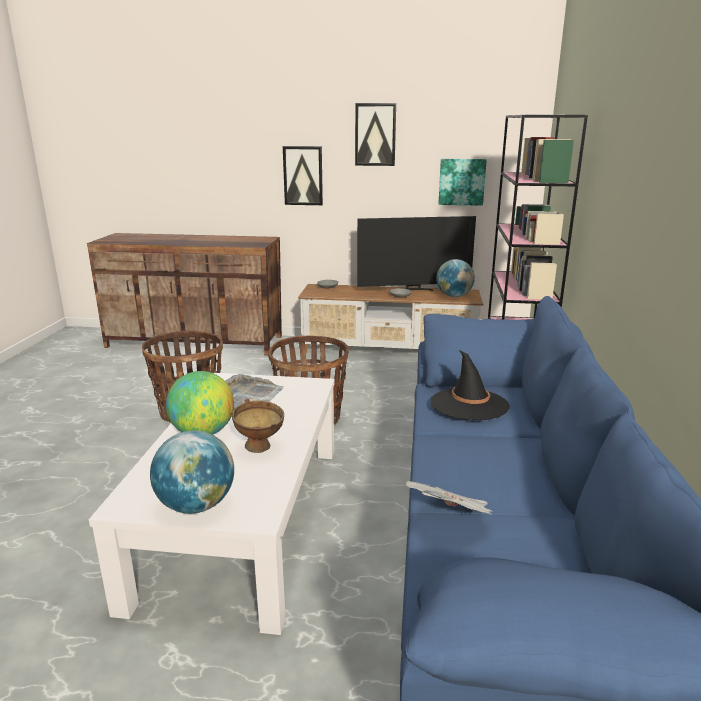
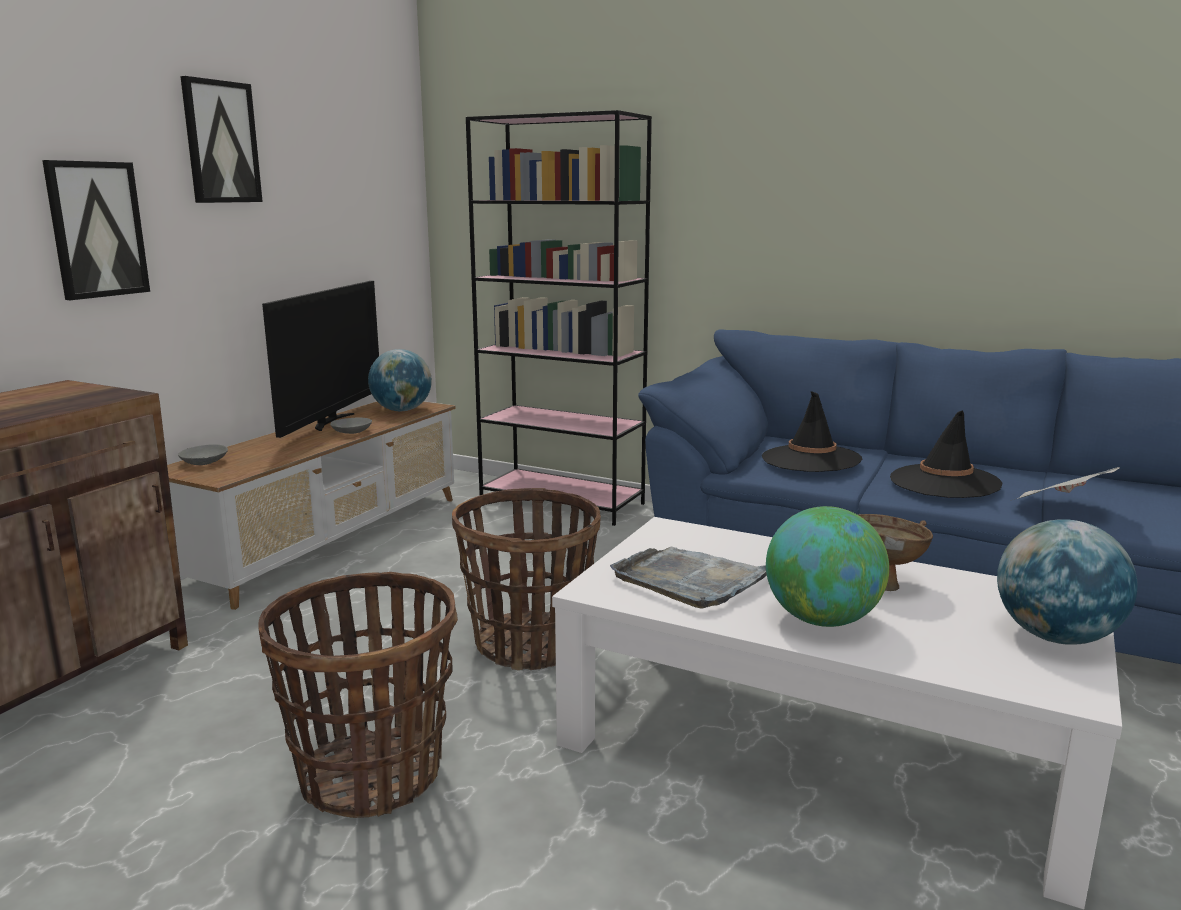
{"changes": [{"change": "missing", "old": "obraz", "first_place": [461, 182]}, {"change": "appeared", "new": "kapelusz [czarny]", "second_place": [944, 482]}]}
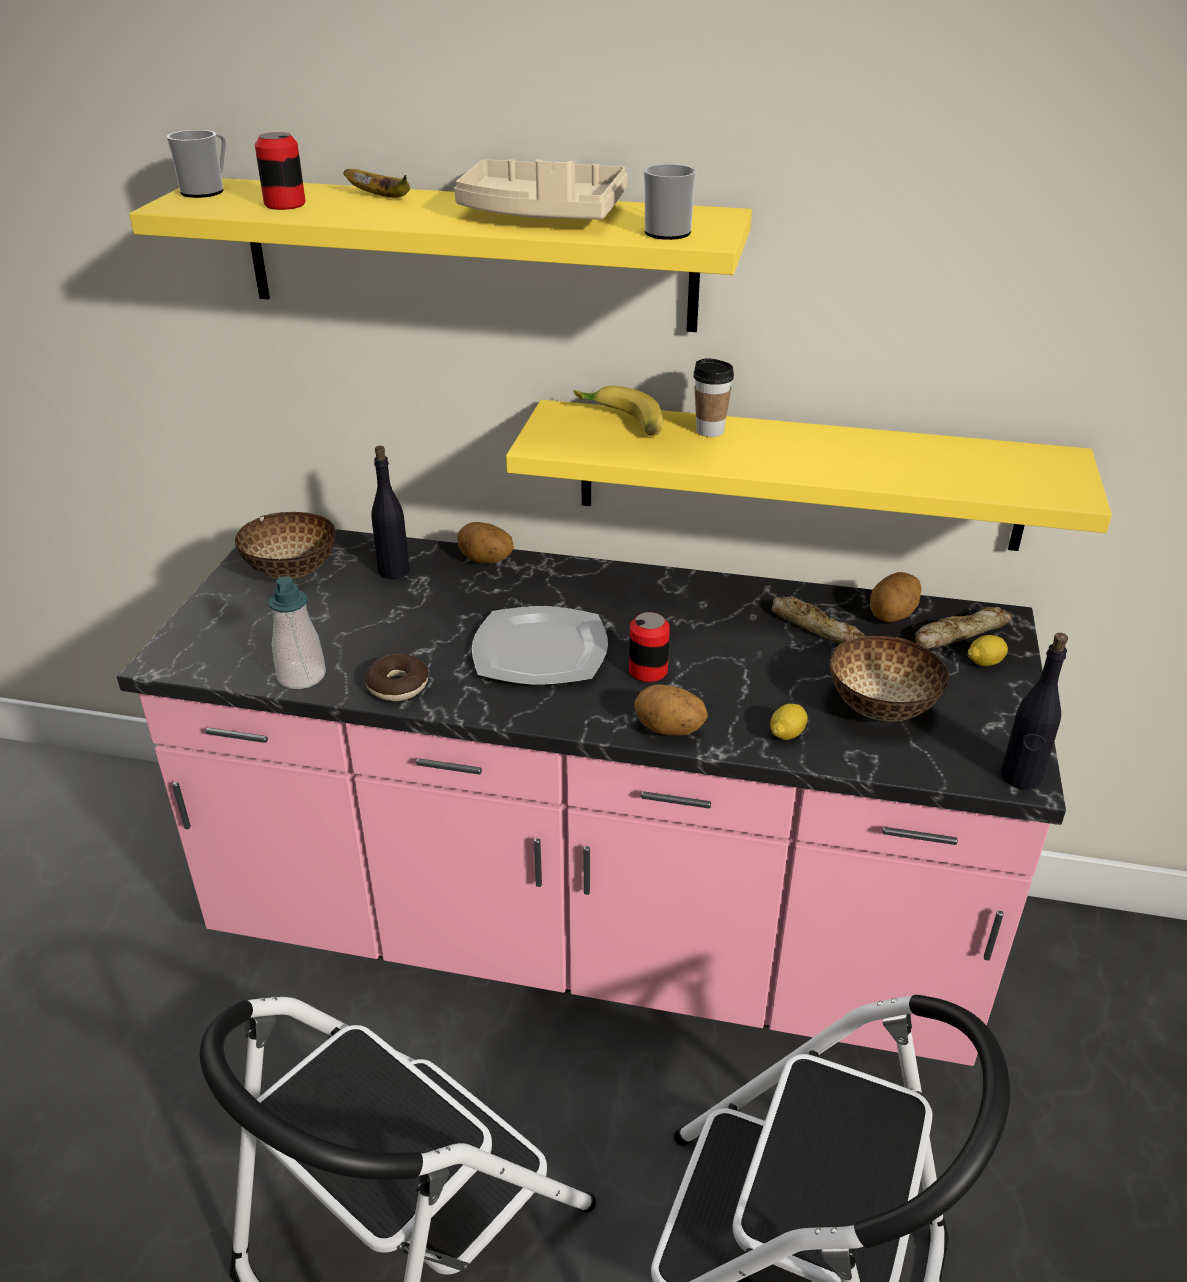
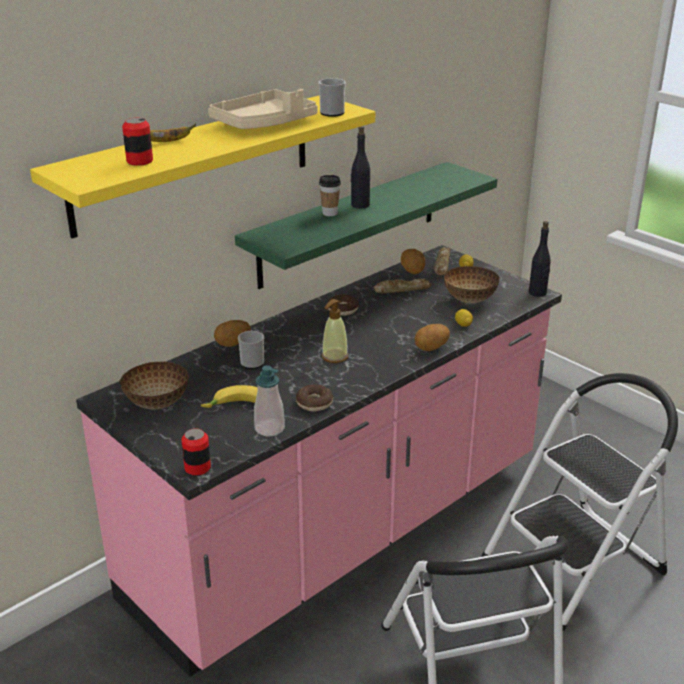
{"changes": [{"change": "appeared", "new": "donut", "second_place": [342, 309]}, {"change": "relocated", "old": "kubek", "first_place": [207, 191], "second_place": [252, 361]}, {"change": "relocated", "old": "butelka [czarny]", "first_place": [393, 570], "second_place": [360, 205]}, {"change": "relocated", "old": "banan", "first_place": [621, 422], "second_place": [239, 408]}, {"change": "relocated", "old": "puszka", "first_place": [648, 671], "second_place": [197, 468]}, {"change": "exchanged", "old": "talerz", "new": "dozownik mydła", "first_place": [541, 651], "second_place": [334, 356]}, {"change": "colour", "old": "półka [żółty]", "new": "półka [zielony]", "first_place": [798, 475], "second_place": [350, 224]}]}
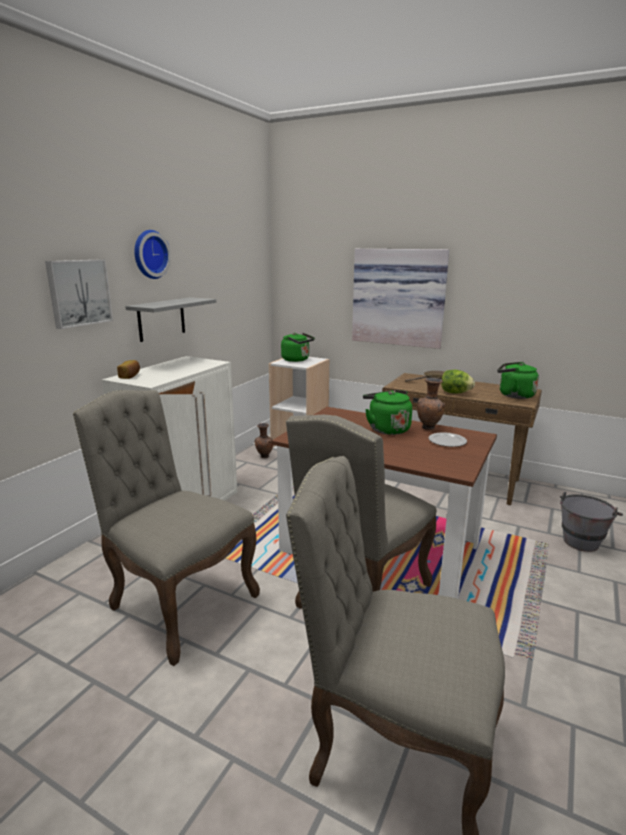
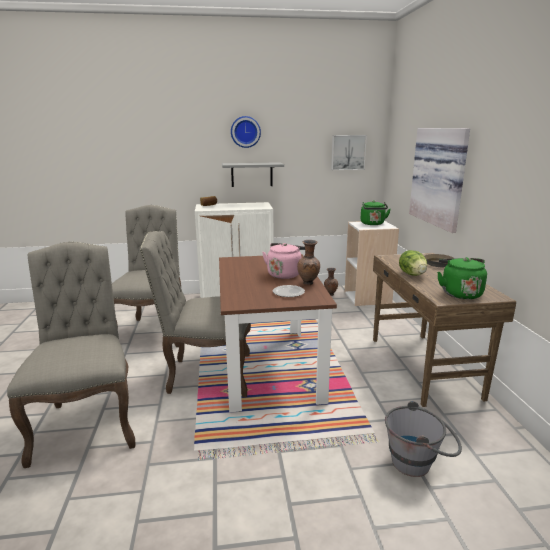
{"changes": [{"change": "relocated", "old": "obraz", "first_place": [78, 292], "second_place": [348, 152]}, {"change": "colour", "old": "czajnik [zielony]", "new": "czajnik [różowy]", "first_place": [387, 429], "second_place": [284, 274]}]}
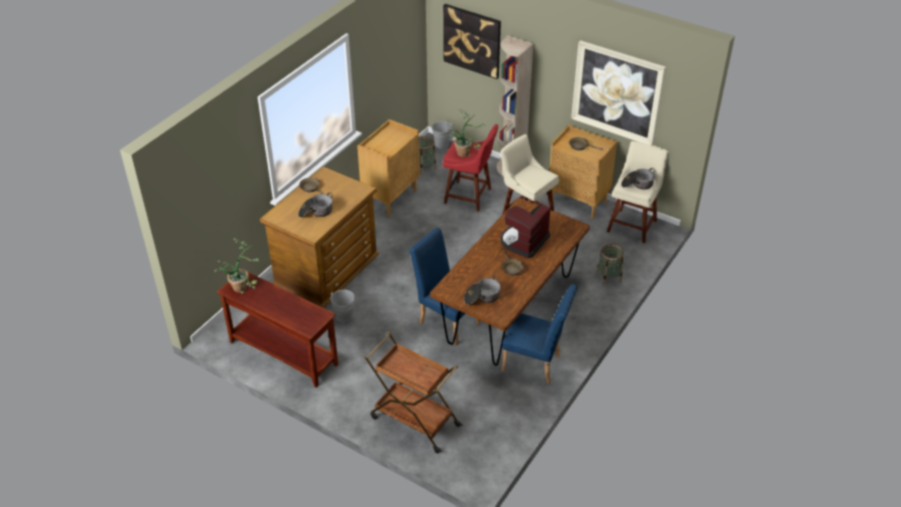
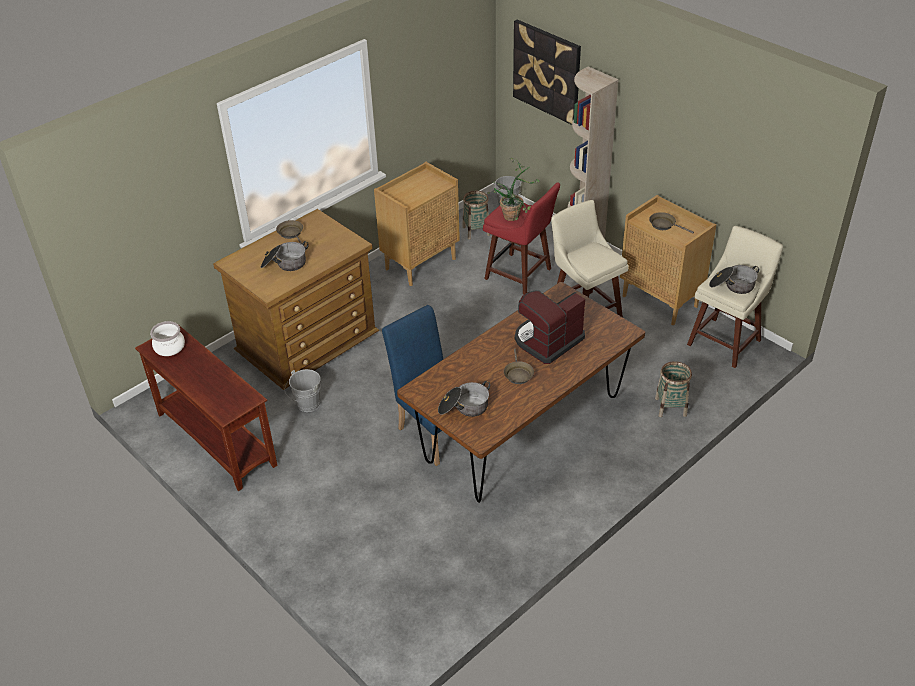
{"changes": [{"change": "missing", "old": "wózek [brązowy]", "first_place": [414, 422]}, {"change": "missing", "old": "krzesło [niebieski]", "first_place": [535, 365]}, {"change": "missing", "old": "obraz", "first_place": [617, 92]}, {"change": "exchanged", "old": "roślina doniczkowa", "new": "garnek", "first_place": [244, 287], "second_place": [170, 347]}]}
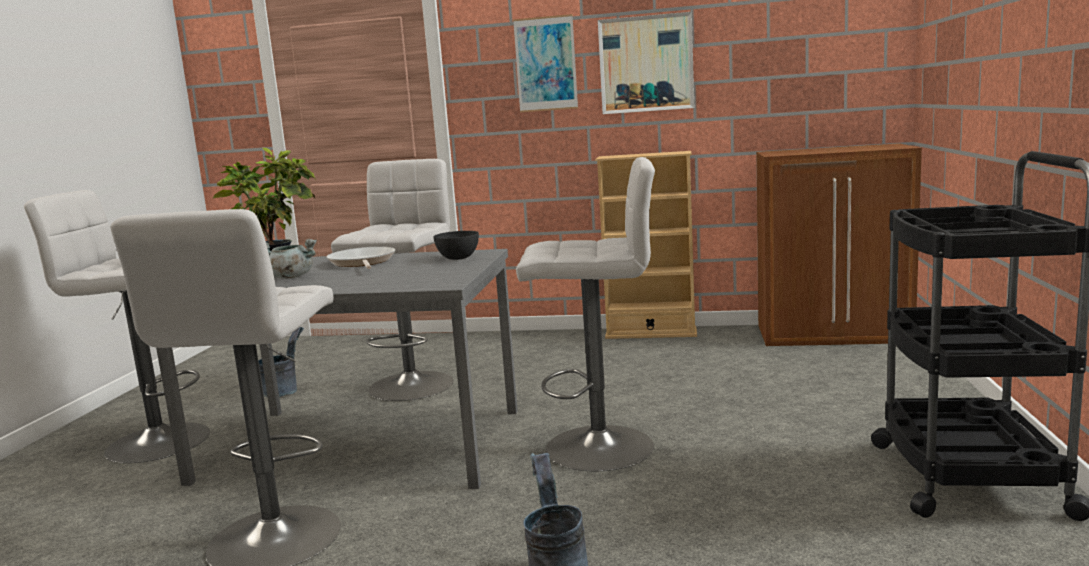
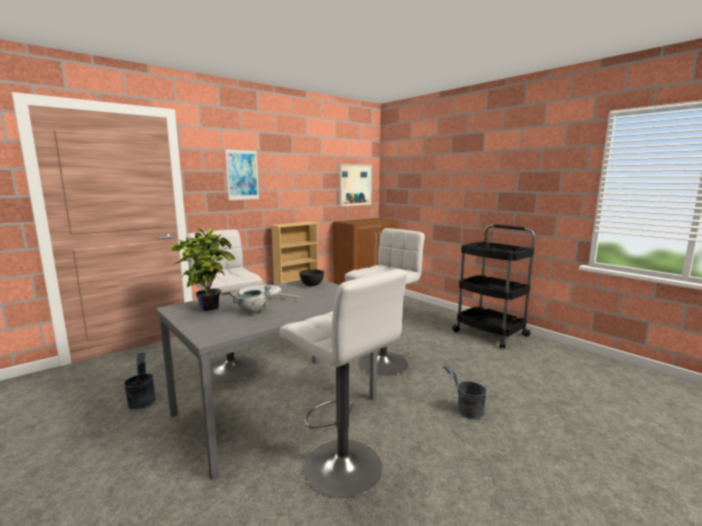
{"changes": [{"change": "missing", "old": "stołek [biały]", "first_place": [158, 442]}, {"change": "relocated", "old": "obraz", "first_place": [646, 64], "second_place": [354, 185]}]}
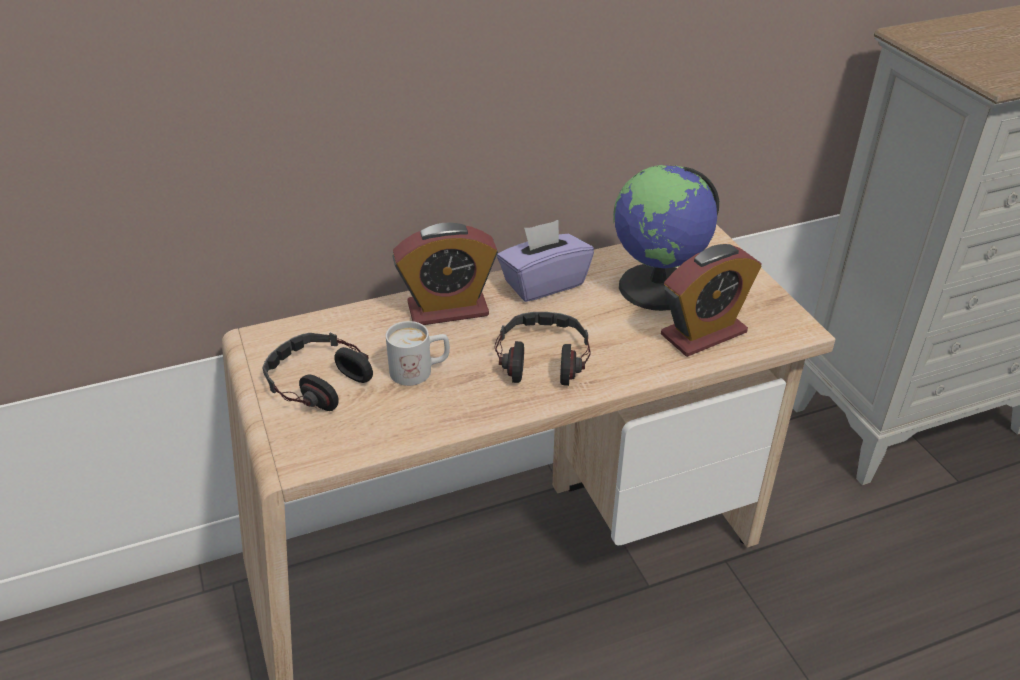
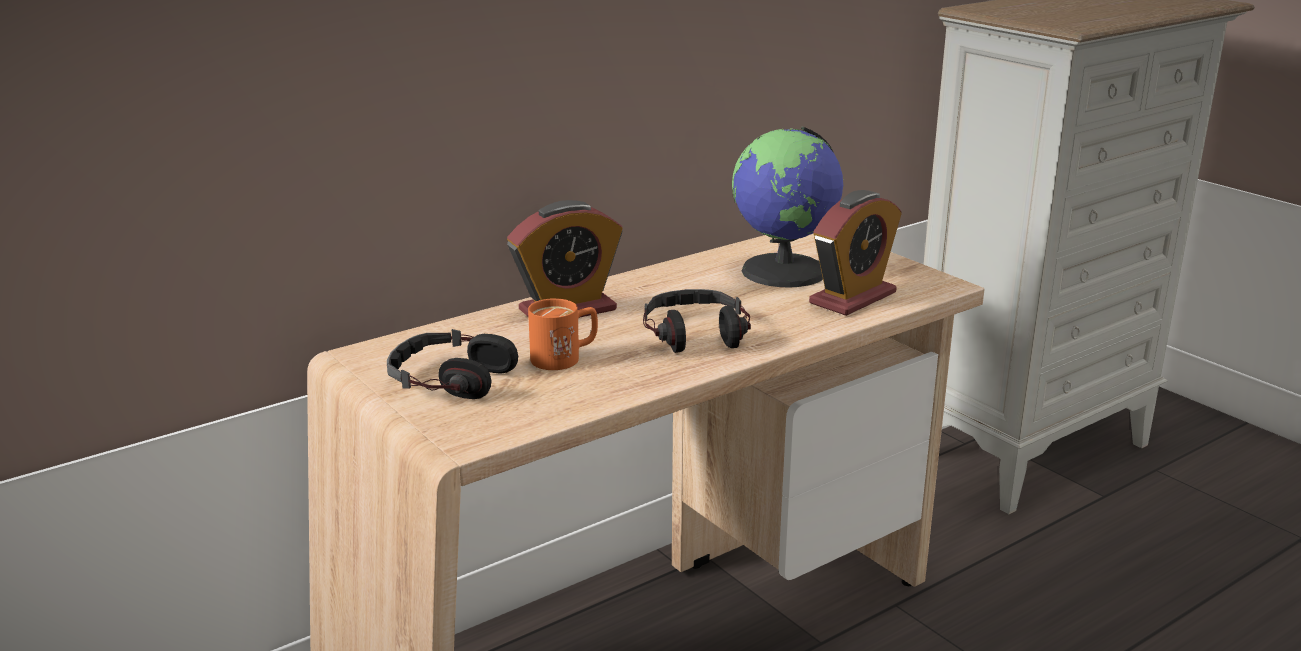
{"changes": [{"change": "missing", "old": "pudełko chusteczek [fioletowy]", "first_place": [543, 283]}, {"change": "colour", "old": "kubek [biały]", "new": "kubek [pomarańczowy]", "first_place": [420, 371], "second_place": [565, 358]}]}
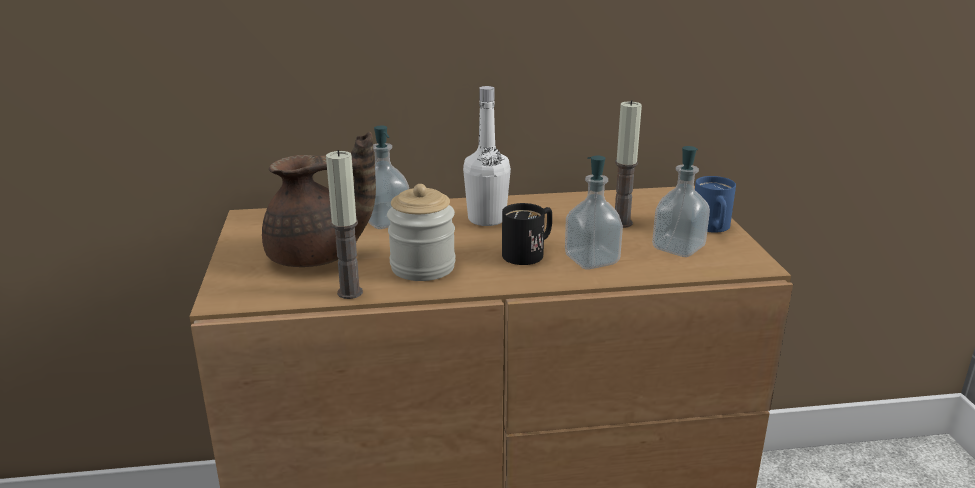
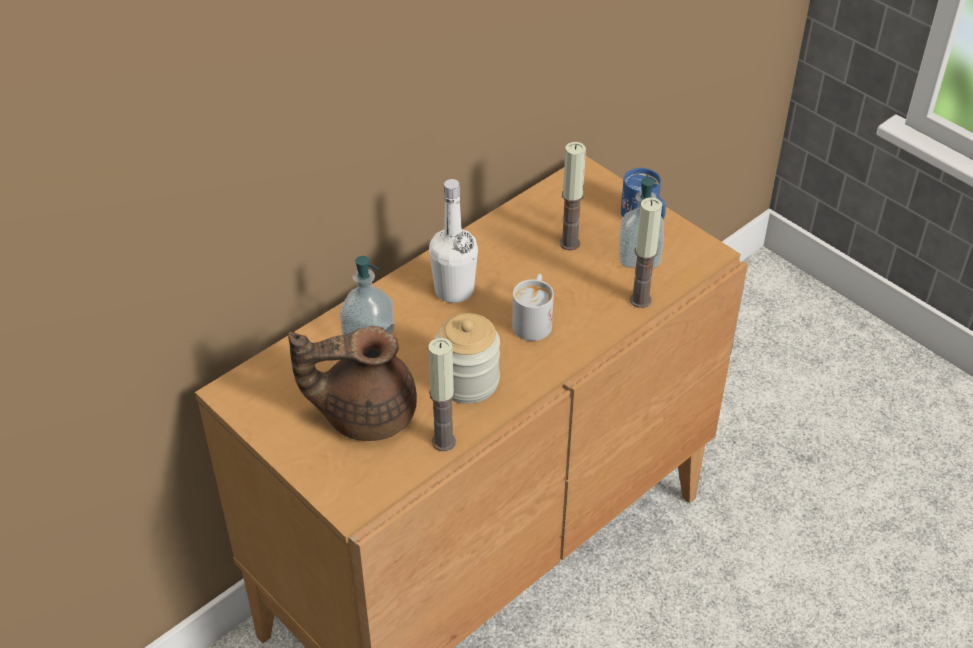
{"changes": [{"change": "missing", "old": "dozownik mydła", "first_place": [591, 260]}, {"change": "appeared", "new": "świeca", "second_place": [640, 300]}, {"change": "colour", "old": "kubek [czarny]", "new": "kubek [biały]", "first_place": [529, 253], "second_place": [533, 320]}, {"change": "spun", "old": "imbryk [brązowy]", "first_place": [318, 256], "second_place": [364, 413], "degrees": -135}]}
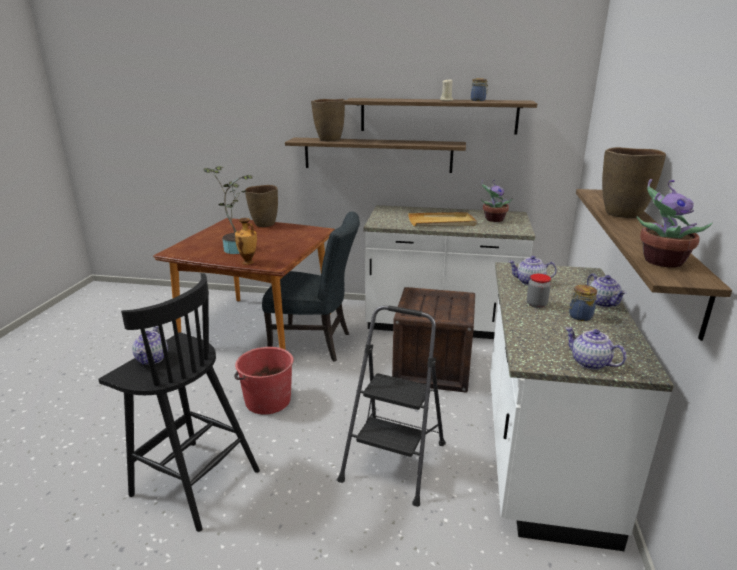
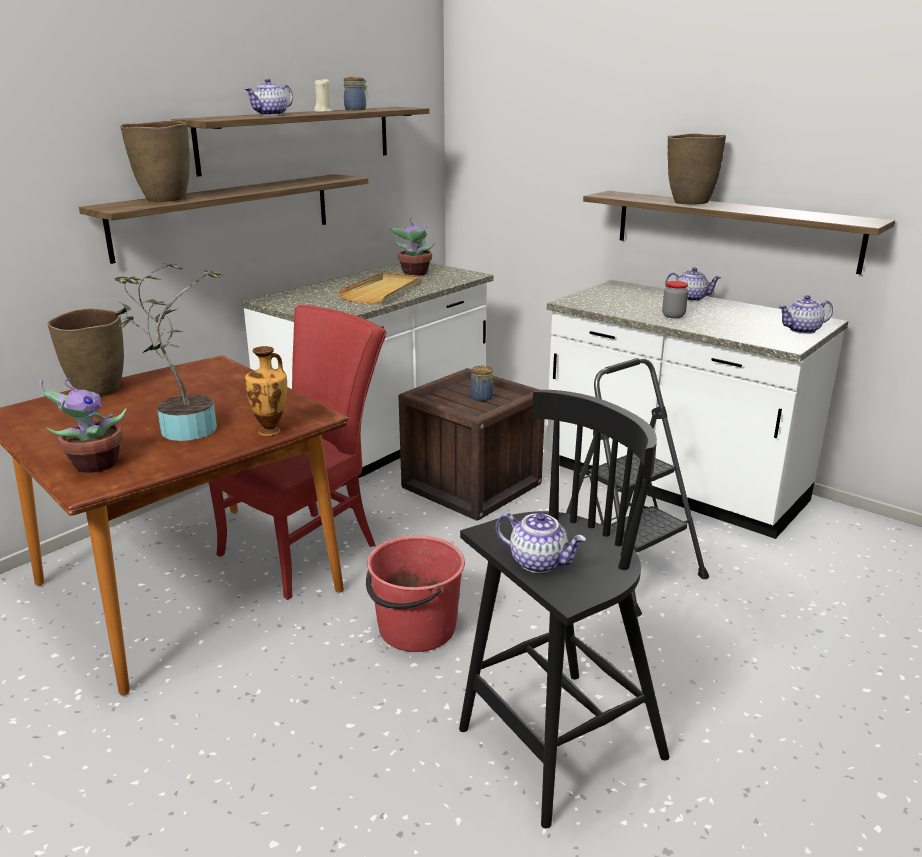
{"changes": [{"change": "relocated", "old": "imbryk", "first_place": [529, 282], "second_place": [271, 114]}, {"change": "relocated", "old": "słoik", "first_place": [579, 316], "second_place": [481, 398]}, {"change": "relocated", "old": "roślina doniczkowa", "first_place": [660, 261], "second_place": [93, 465]}, {"change": "colour", "old": "krzesło [szary]", "new": "krzesło [czerwony]", "first_place": [315, 344], "second_place": [307, 547]}]}
